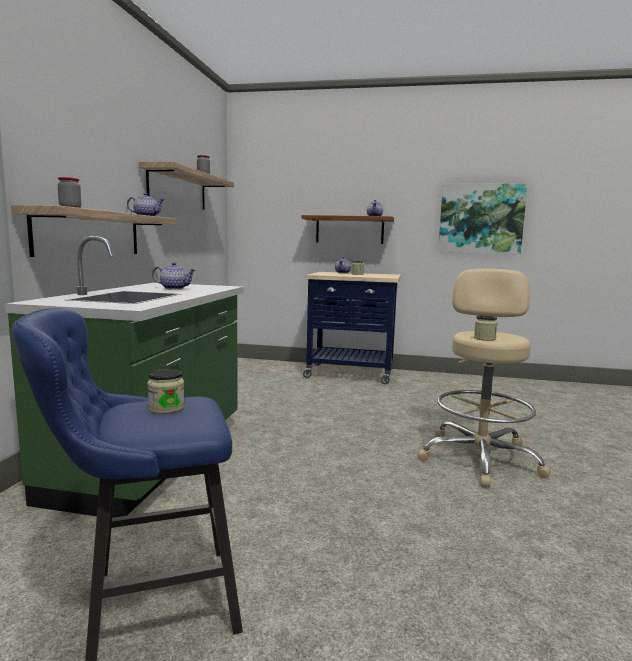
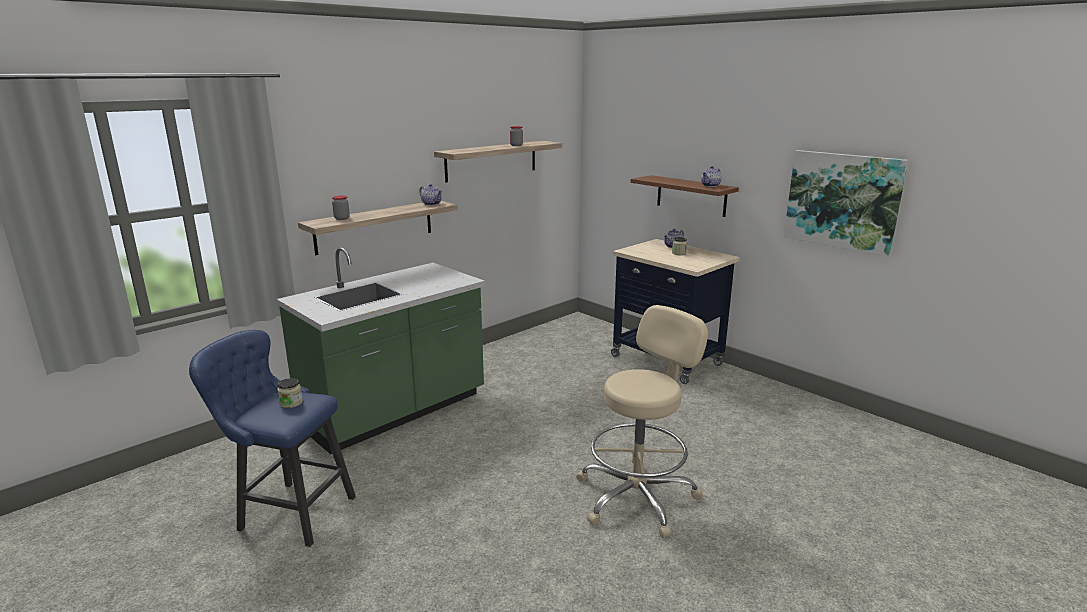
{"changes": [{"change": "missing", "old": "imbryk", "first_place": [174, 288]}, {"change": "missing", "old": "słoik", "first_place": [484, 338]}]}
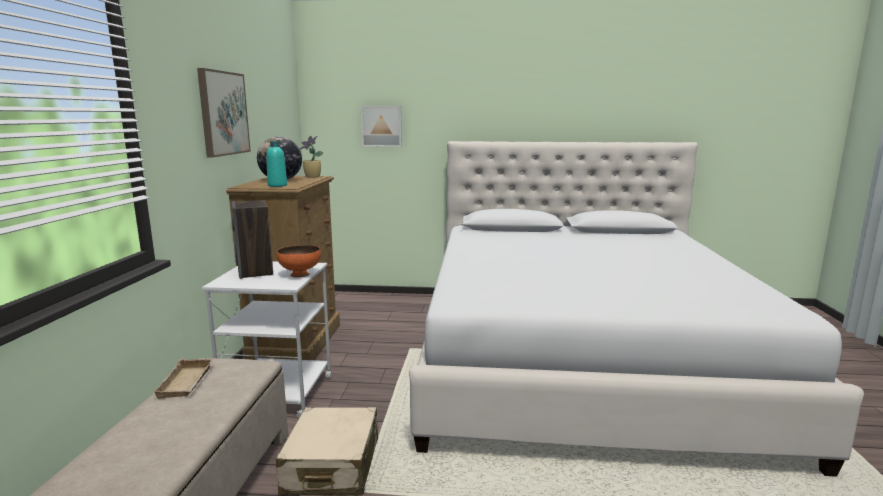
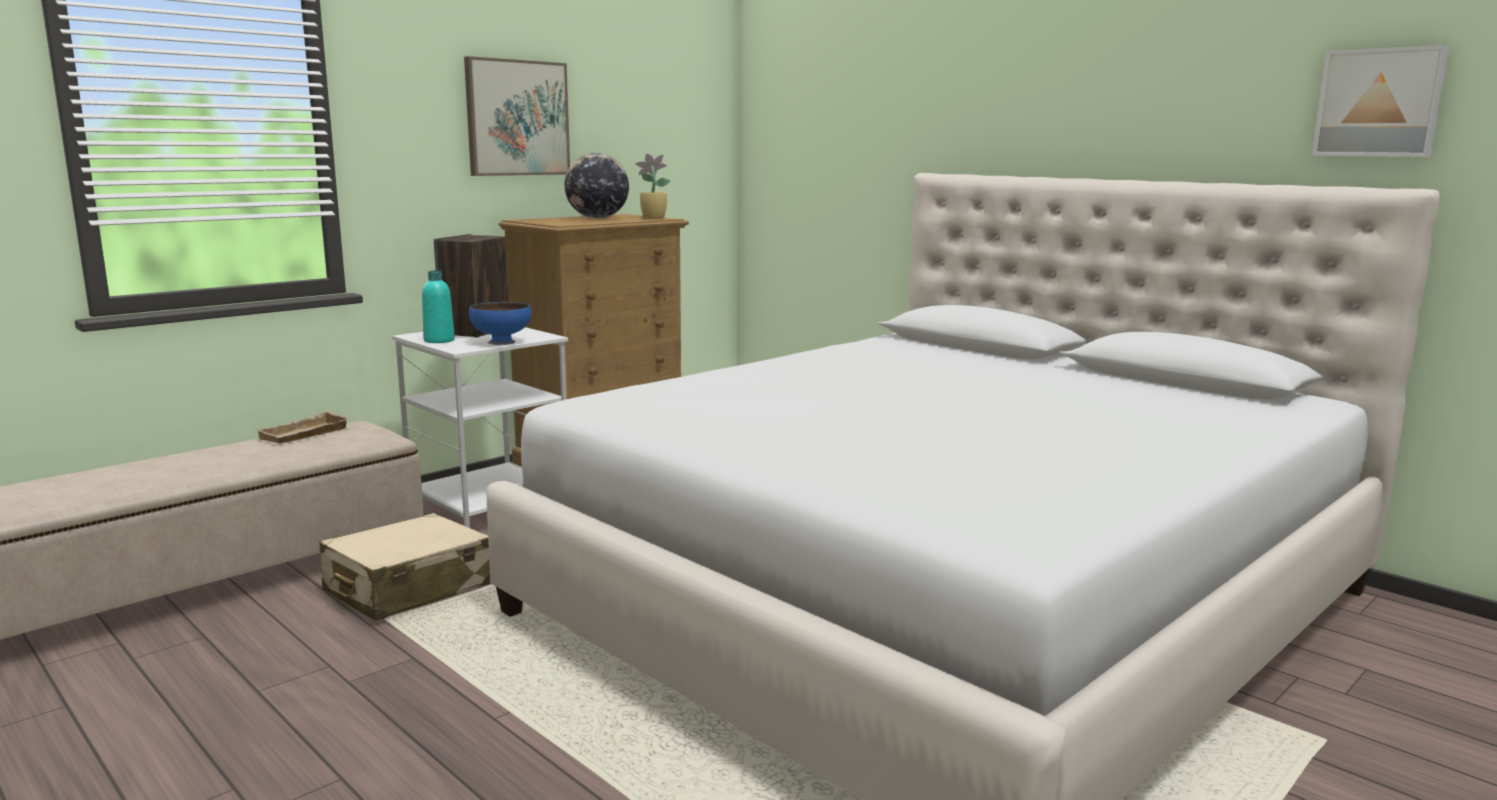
{"changes": [{"change": "relocated", "old": "butelka [turkusowy]", "first_place": [277, 185], "second_place": [439, 340]}, {"change": "relocated", "old": "obraz", "first_place": [382, 126], "second_place": [1379, 103]}, {"change": "colour", "old": "miska [pomarańczowy]", "new": "miska [niebieski]", "first_place": [300, 275], "second_place": [501, 342]}]}
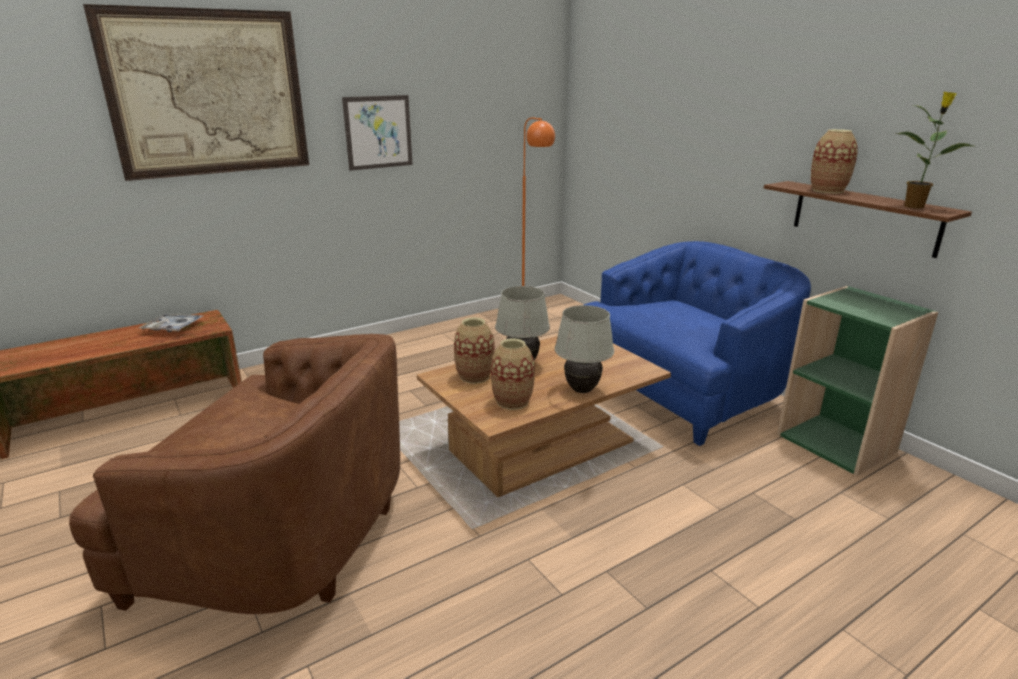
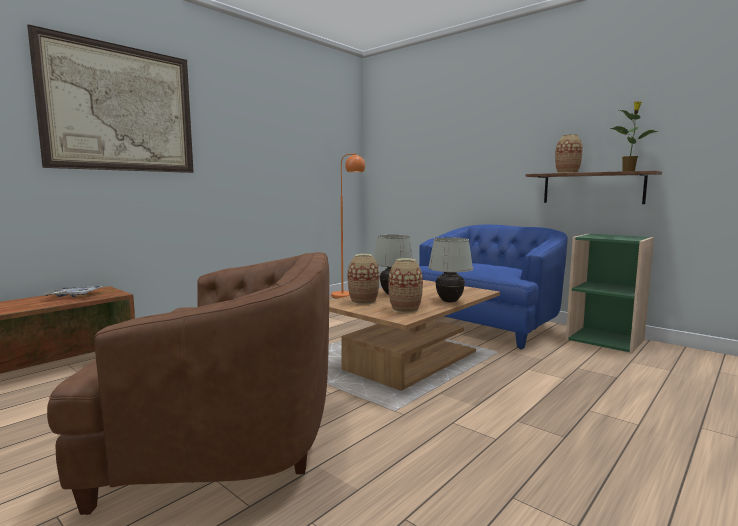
{"changes": [{"change": "missing", "old": "obraz", "first_place": [378, 132]}]}
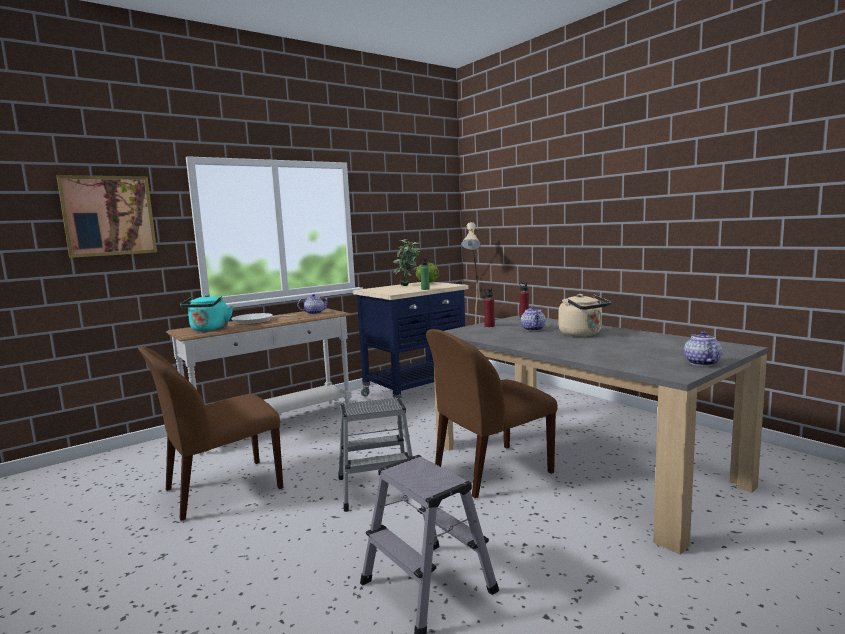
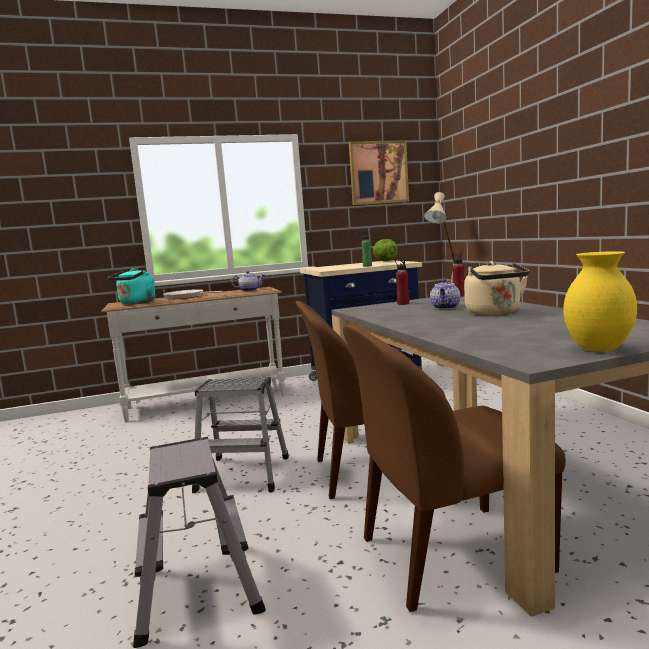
{"changes": [{"change": "missing", "old": "roślina doniczkowa", "first_place": [408, 286]}, {"change": "relocated", "old": "obraz", "first_place": [109, 216], "second_place": [378, 172]}, {"change": "relocated", "old": "krzesło [brązowy]", "first_place": [220, 489], "second_place": [449, 555]}, {"change": "exchanged", "old": "imbryk", "new": "wazon [żółty]", "first_place": [701, 363], "second_place": [597, 349]}]}
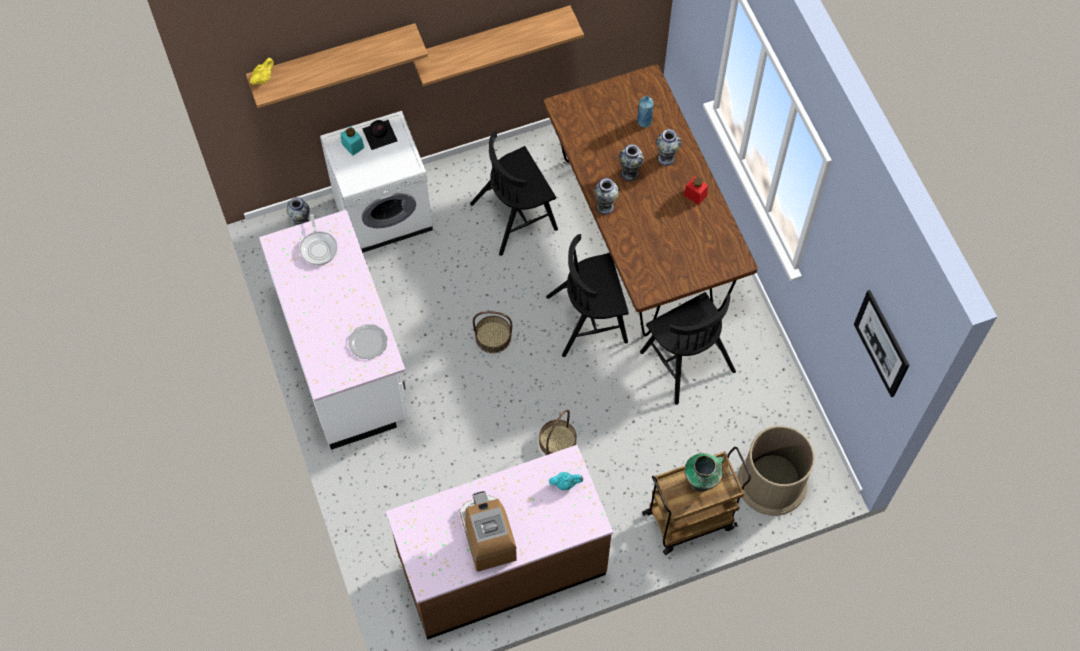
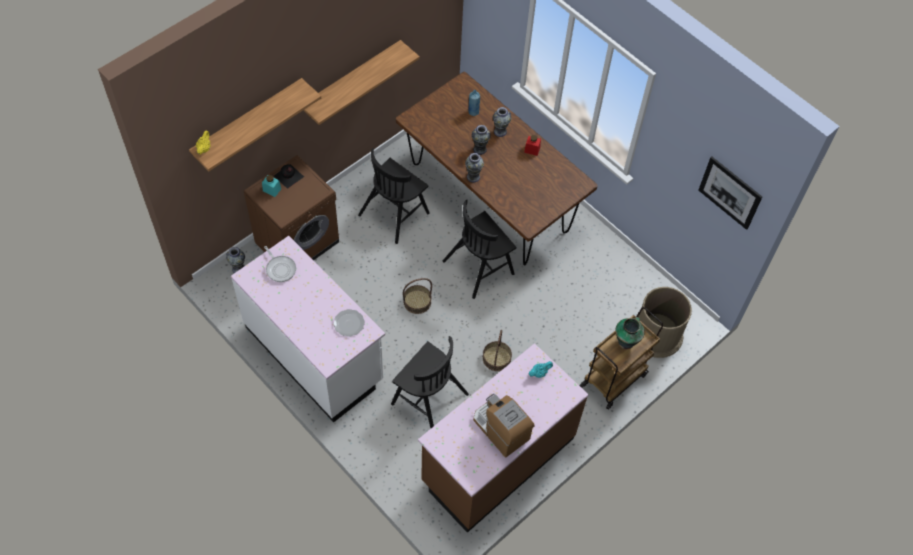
{"changes": [{"change": "relocated", "old": "krzesło [czarny]", "first_place": [684, 357], "second_place": [426, 396]}, {"change": "colour", "old": "pralka [biały]", "new": "pralka [brązowy]", "first_place": [384, 216], "second_place": [298, 243]}]}
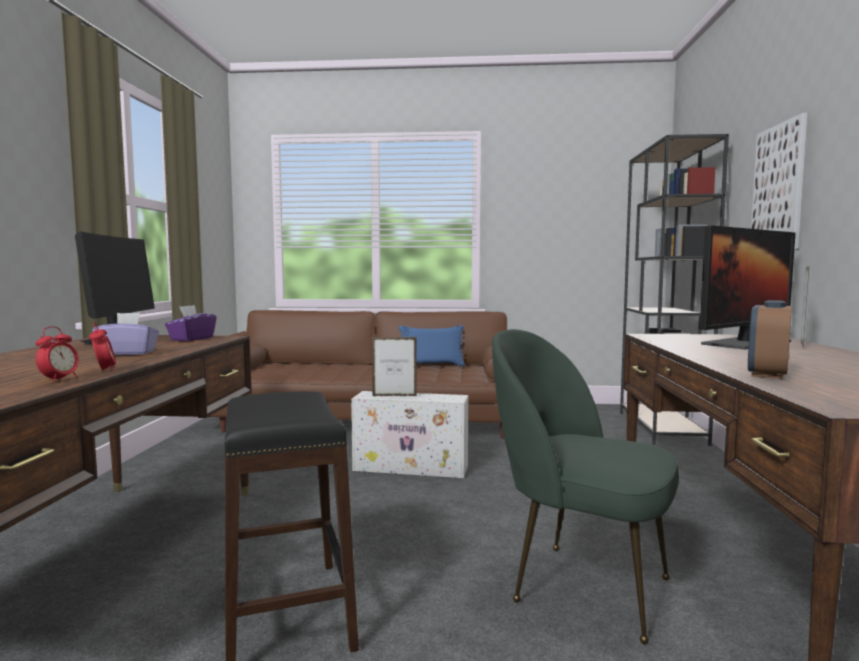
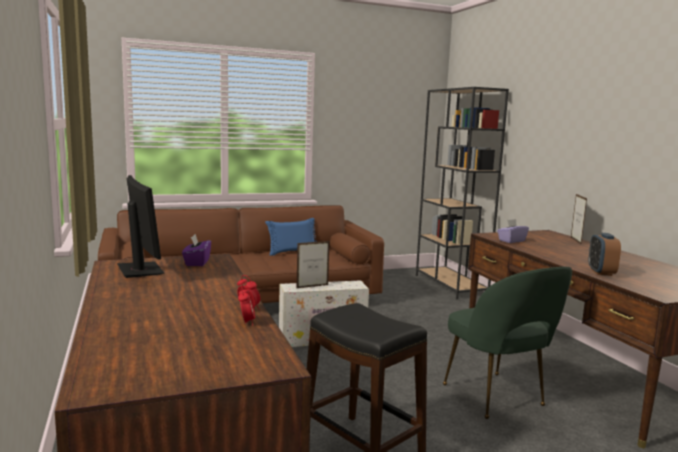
{"changes": [{"change": "missing", "old": "monitor", "first_place": [746, 343]}, {"change": "missing", "old": "obraz", "first_place": [778, 188]}, {"change": "relocated", "old": "pudełko chusteczek [fioletowy]", "first_place": [128, 353], "second_place": [511, 241]}, {"change": "spun", "old": "krzesło [zielony]", "first_place": [578, 585], "second_place": [497, 399], "degrees": -120}]}
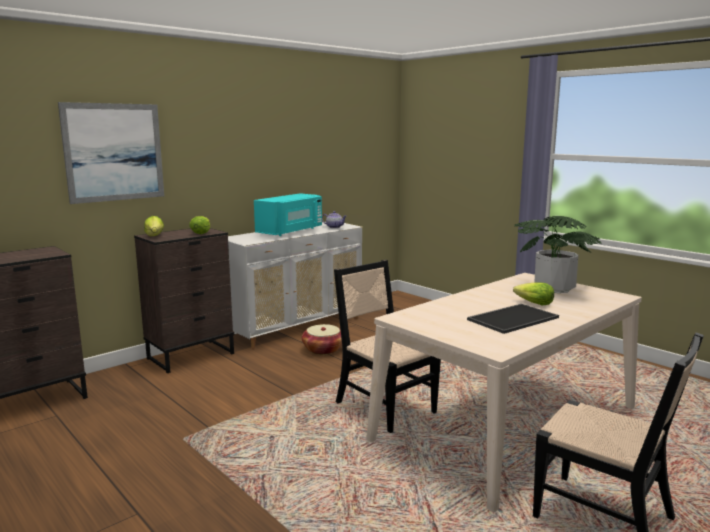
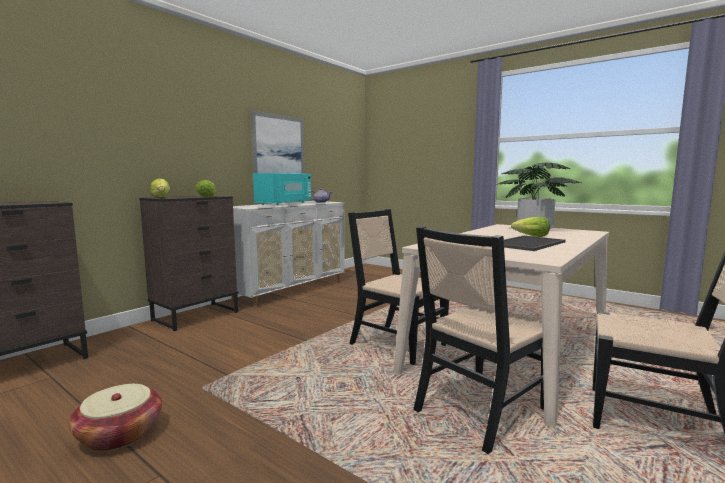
{"changes": [{"change": "appeared", "new": "krzesło", "second_place": [480, 410]}, {"change": "relocated", "old": "obraz", "first_place": [114, 152], "second_place": [279, 149]}, {"change": "relocated", "old": "koszyk", "first_place": [323, 349], "second_place": [120, 434]}]}
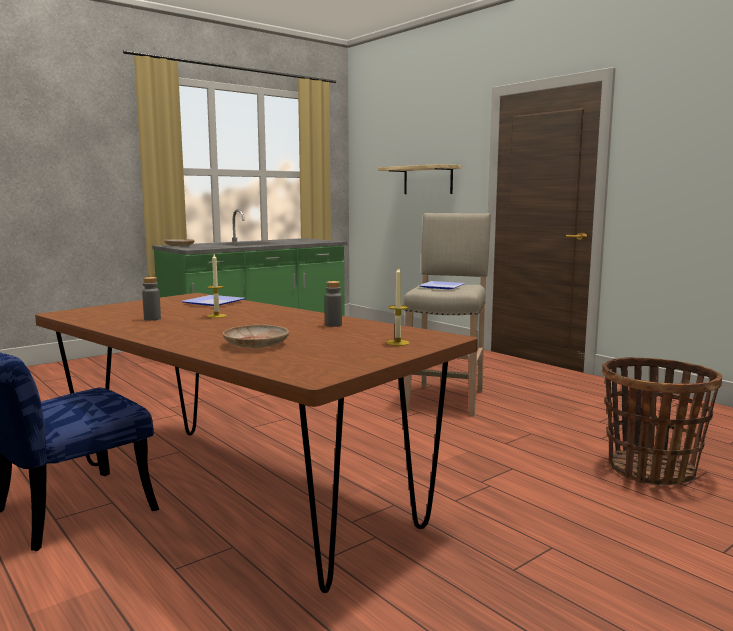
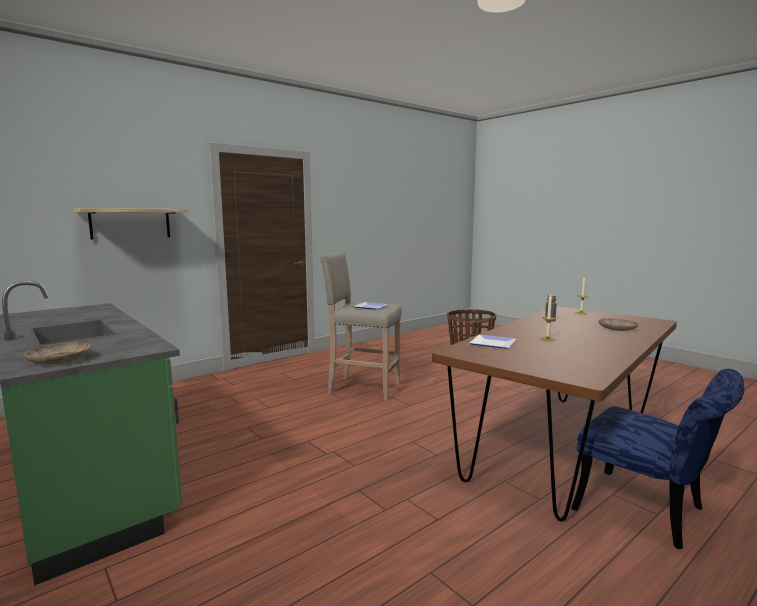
{"changes": [{"change": "missing", "old": "butelka [szary]", "first_place": [152, 319]}]}
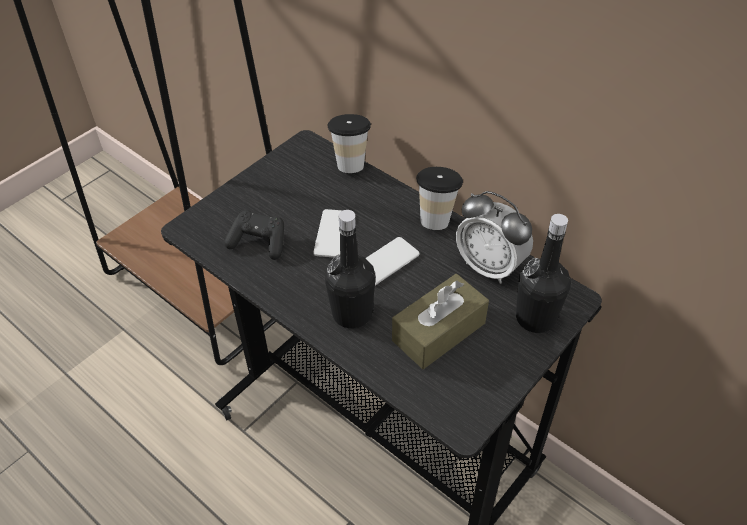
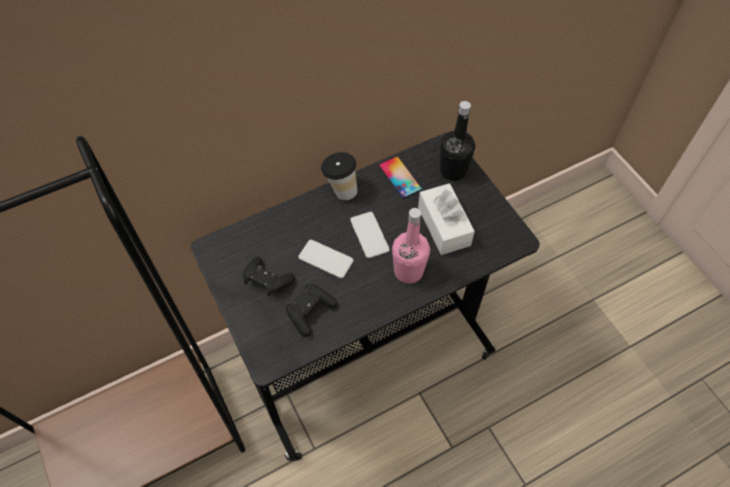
{"changes": [{"change": "missing", "old": "filiżanka", "first_place": [350, 163]}, {"change": "appeared", "new": "pad do gier [czarny]", "second_place": [267, 281]}, {"change": "exchanged", "old": "budzik", "new": "telefon", "first_place": [489, 266], "second_place": [400, 177]}, {"change": "colour", "old": "butelka [czarny]", "new": "butelka [różowy]", "first_place": [352, 314], "second_place": [408, 271]}, {"change": "colour", "old": "pudełko chusteczek [brązowy]", "new": "pudełko chusteczek [biały]", "first_place": [439, 332], "second_place": [444, 226]}]}
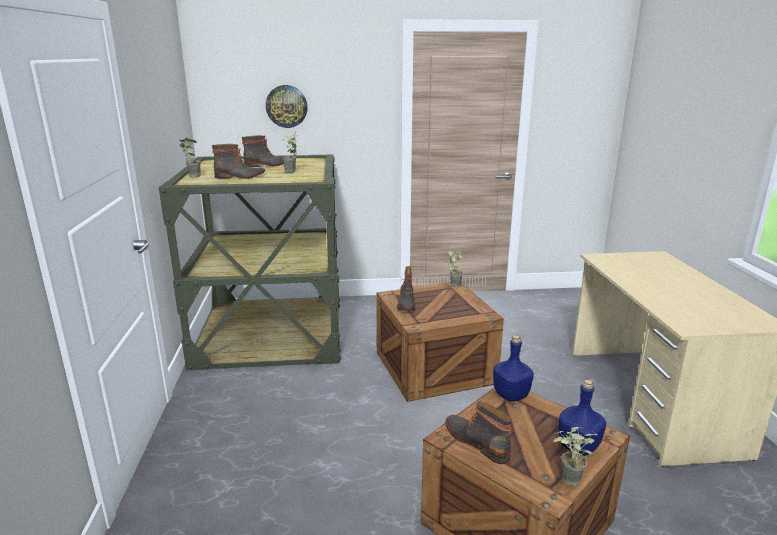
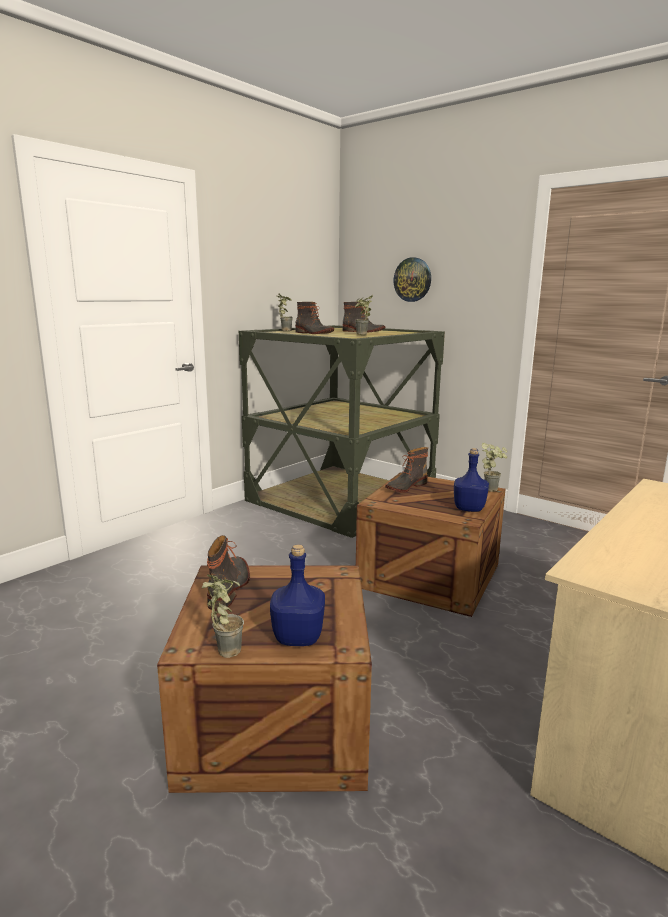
{"changes": [{"change": "relocated", "old": "butelka [niebieski]", "first_place": [511, 395], "second_place": [470, 509]}]}
